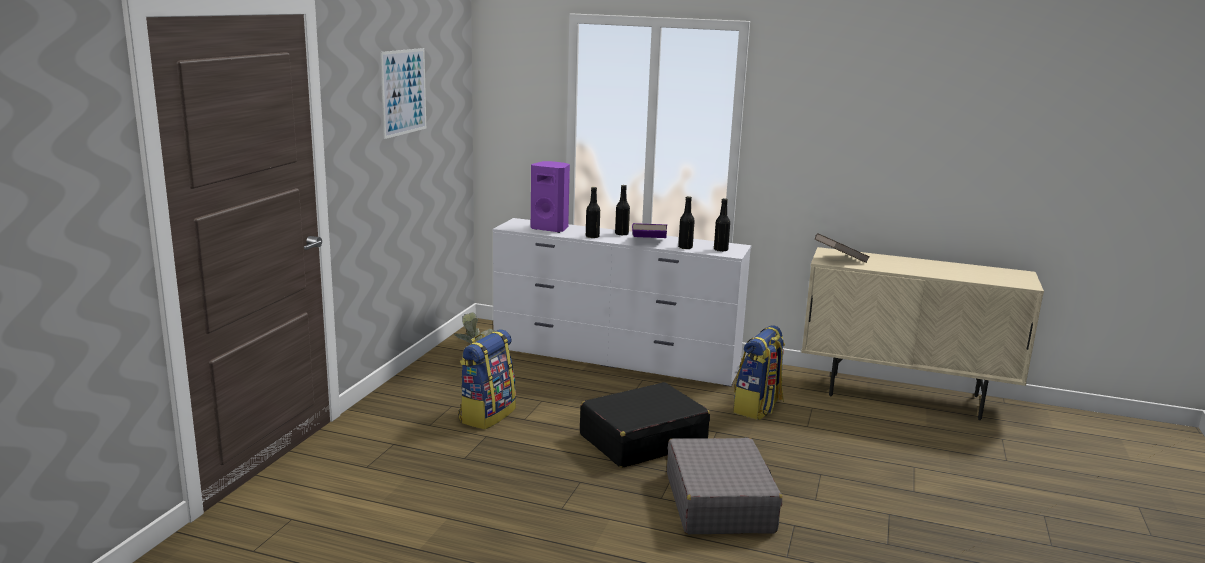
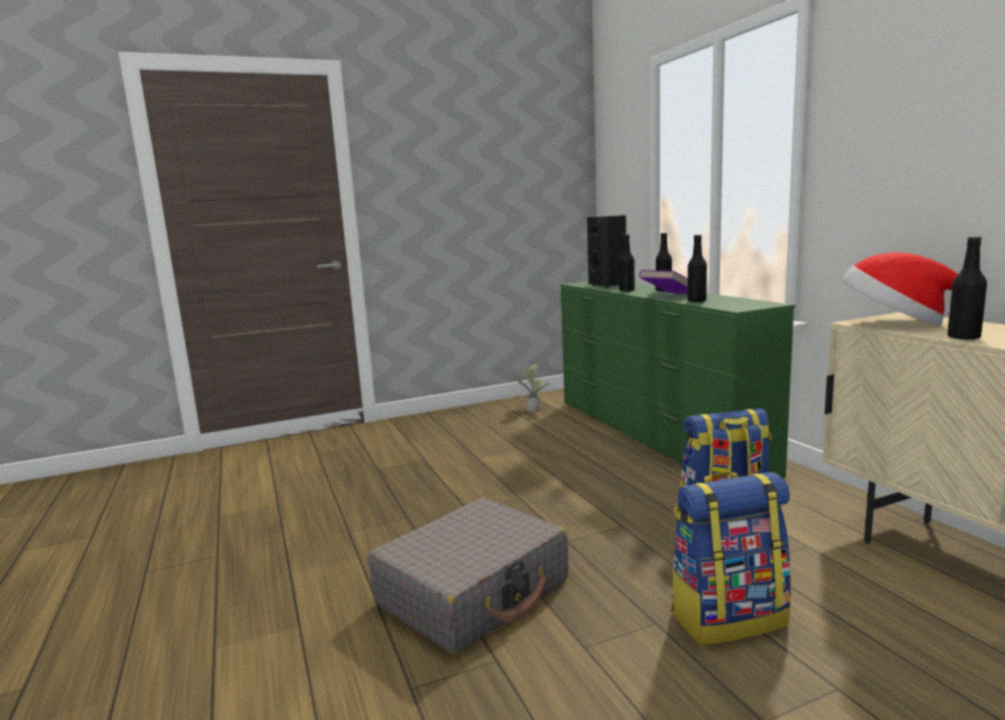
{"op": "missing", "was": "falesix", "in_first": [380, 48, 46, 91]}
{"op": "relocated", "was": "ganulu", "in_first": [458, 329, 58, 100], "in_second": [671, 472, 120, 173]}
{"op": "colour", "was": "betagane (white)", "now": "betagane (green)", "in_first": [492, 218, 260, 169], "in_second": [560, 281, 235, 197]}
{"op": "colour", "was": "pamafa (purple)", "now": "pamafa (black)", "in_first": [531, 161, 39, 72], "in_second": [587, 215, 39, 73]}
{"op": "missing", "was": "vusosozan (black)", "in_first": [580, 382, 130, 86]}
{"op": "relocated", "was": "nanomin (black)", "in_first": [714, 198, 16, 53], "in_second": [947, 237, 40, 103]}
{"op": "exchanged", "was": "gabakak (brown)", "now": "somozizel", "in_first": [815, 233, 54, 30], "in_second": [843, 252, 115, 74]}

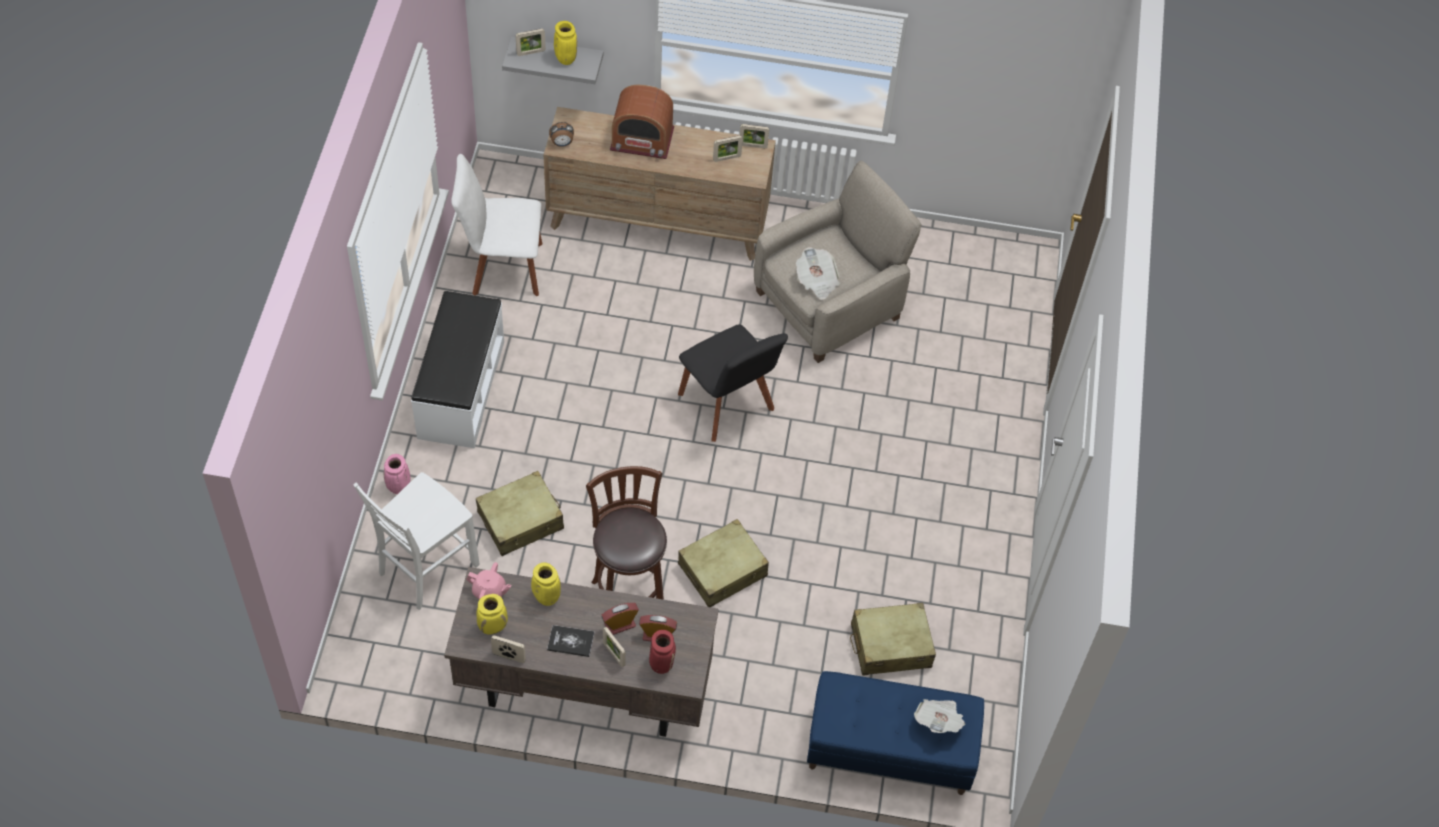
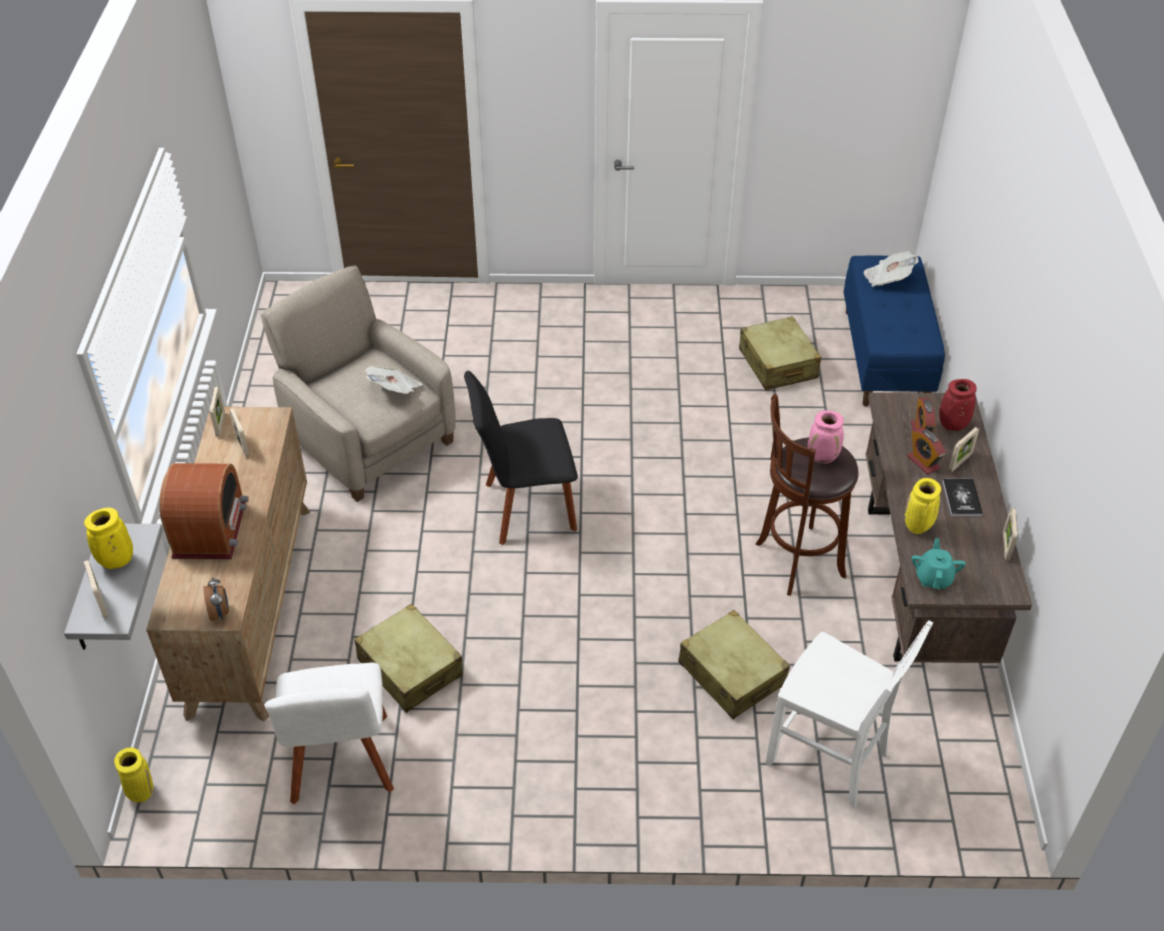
{"op": "relocated", "was": "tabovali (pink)", "in_first": [384, 454, 27, 40], "in_second": [808, 410, 36, 53]}
{"op": "missing", "was": "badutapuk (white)", "in_first": [411, 291, 93, 157]}
{"op": "colour", "was": "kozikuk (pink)", "now": "kozikuk (turquoise)", "in_first": [466, 562, 45, 38], "in_second": [911, 538, 55, 51]}
{"op": "relocated", "was": "tabovali (yellow)", "in_first": [476, 594, 32, 41], "in_second": [114, 747, 39, 55]}
{"op": "spun", "was": "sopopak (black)", "in_first": [678, 325, 110, 117], "in_second": [464, 371, 114, 174], "clockwise": -150}
{"op": "relocated", "was": "vusosozan (beige)", "in_first": [678, 519, 91, 88], "in_second": [354, 604, 109, 109]}

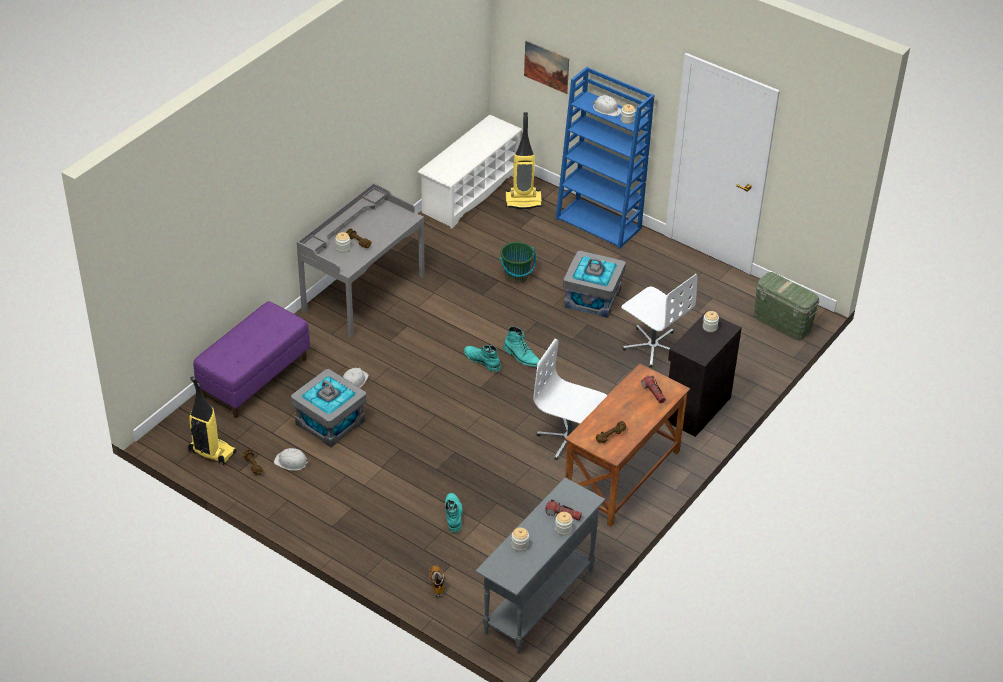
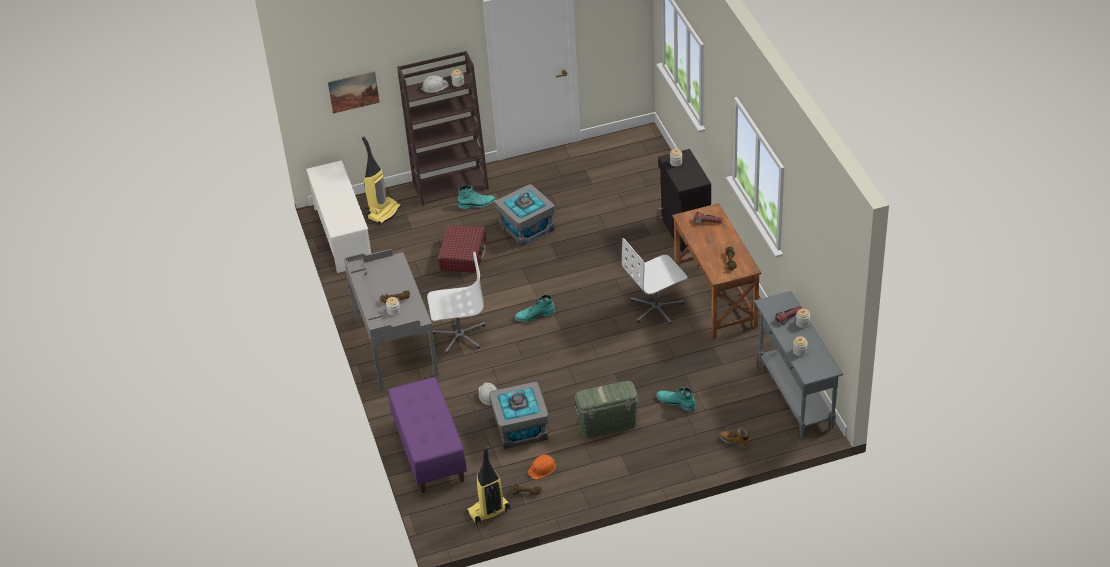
{"op": "colour", "was": "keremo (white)", "now": "keremo (orange)", "in_first": [274, 448, 35, 23], "in_second": [527, 455, 29, 24]}
{"op": "exchanged", "was": "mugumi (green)", "now": "vusosozan (red)", "in_first": [500, 242, 36, 42], "in_second": [438, 225, 48, 48]}
{"op": "relocated", "was": "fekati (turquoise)", "in_first": [504, 327, 36, 40], "in_second": [458, 185, 38, 24]}
{"op": "colour", "was": "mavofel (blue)", "now": "mavofel (brown)", "in_first": [556, 67, 98, 182], "in_second": [397, 51, 92, 155]}
{"op": "relocated", "was": "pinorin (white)", "in_first": [621, 274, 77, 93], "in_second": [427, 252, 58, 102]}
{"op": "relocated", "was": "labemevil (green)", "in_first": [754, 272, 66, 69], "in_second": [574, 381, 65, 57]}

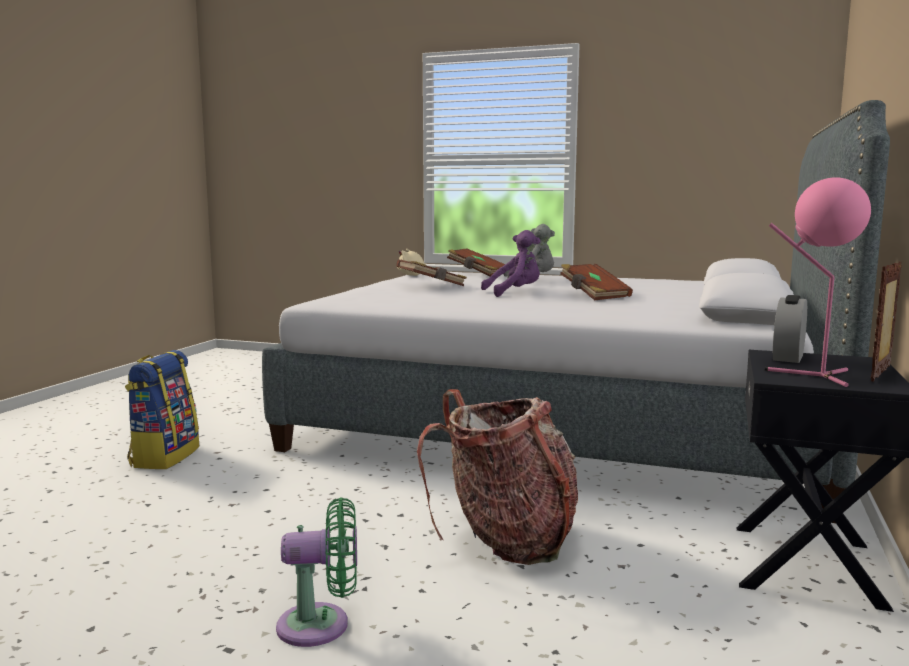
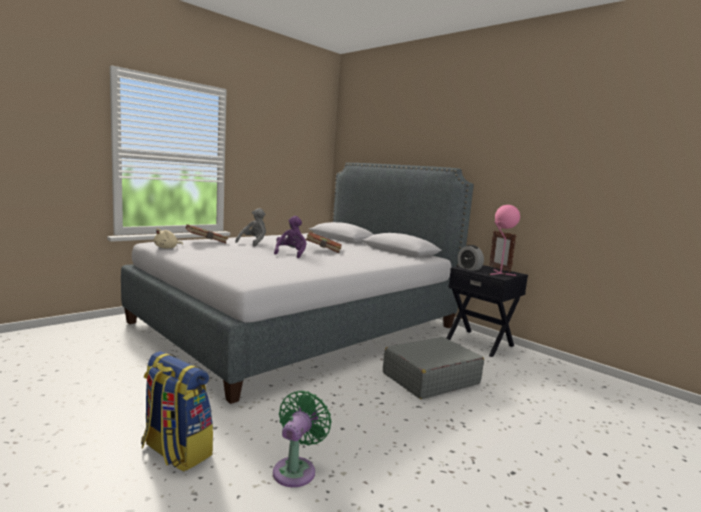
{"op": "relocated", "was": "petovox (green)", "in_first": [276, 498, 81, 149], "in_second": [273, 391, 59, 96]}
{"op": "missing", "was": "gabakak (brown)", "in_first": [396, 259, 71, 27]}
{"op": "exchanged", "was": "ganulu", "now": "vusosozan (grey)", "in_first": [417, 389, 161, 176], "in_second": [383, 337, 101, 62]}

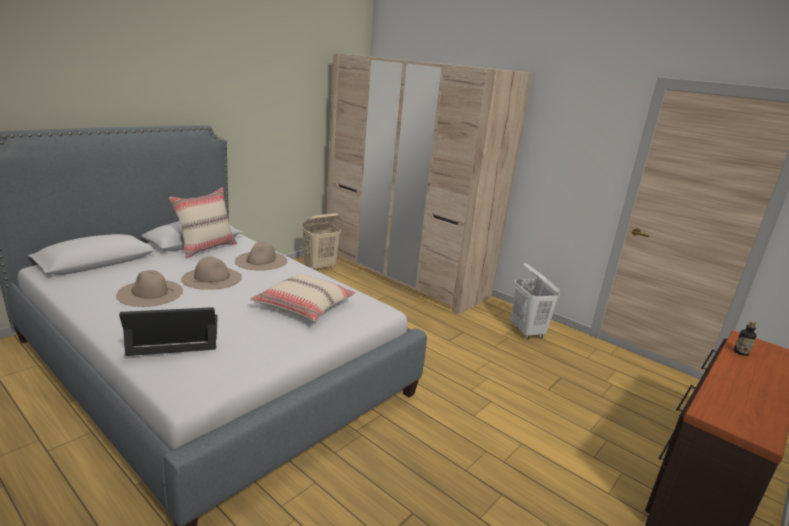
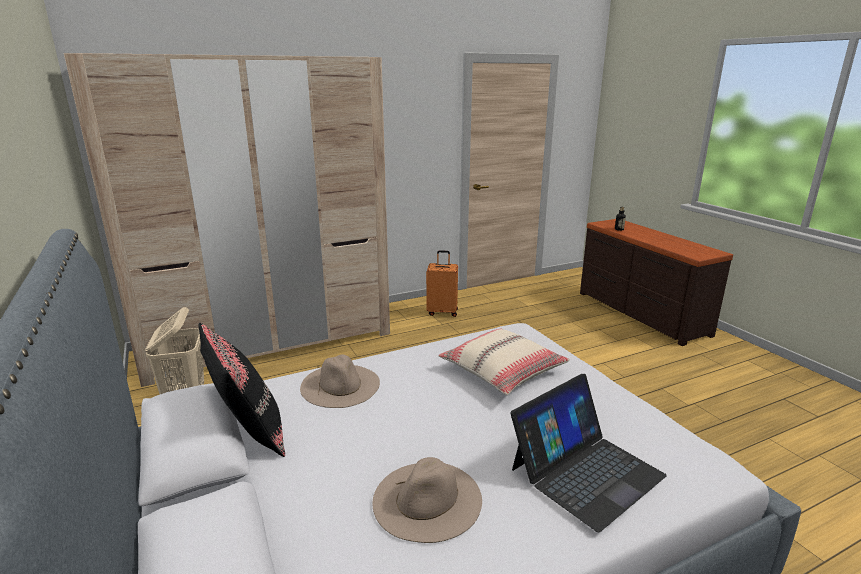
{"op": "spun", "was": "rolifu", "in_first": [119, 307, 99, 49], "in_second": [511, 374, 156, 158], "clockwise": -135}
{"op": "colour", "was": "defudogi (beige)", "now": "defudogi (black)", "in_first": [169, 187, 68, 72], "in_second": [198, 323, 87, 134]}
{"op": "missing", "was": "somozizel (beige)", "in_first": [181, 256, 61, 34]}
{"op": "exchanged", "was": "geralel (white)", "now": "vusosozan (orange)", "in_first": [511, 263, 49, 77], "in_second": [426, 250, 32, 67]}

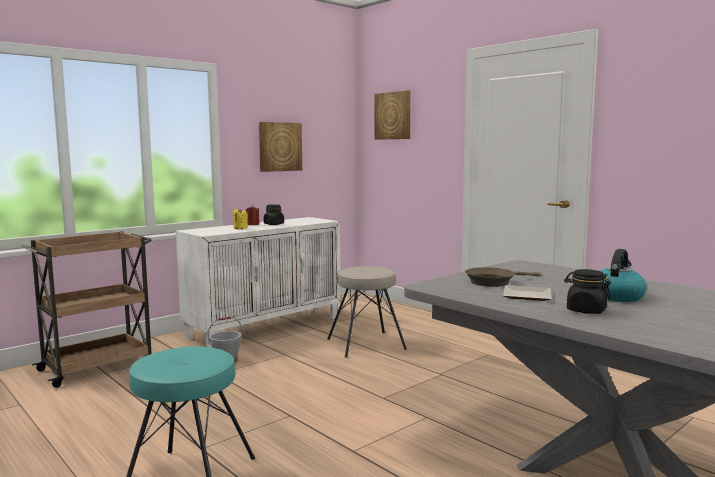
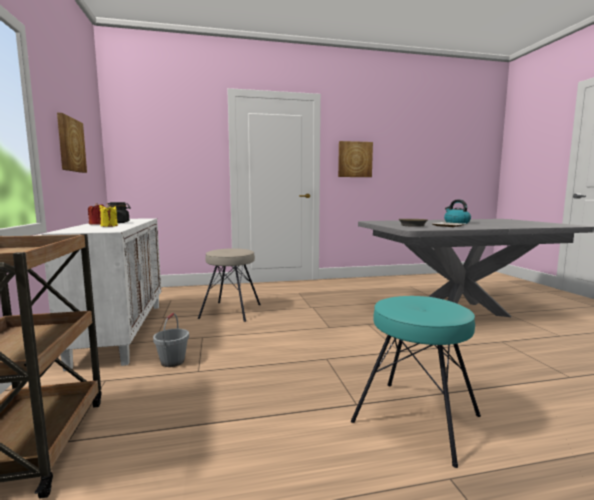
{"op": "relocated", "was": "falesix", "in_first": [374, 90, 36, 50], "in_second": [338, 141, 35, 36]}
{"op": "missing", "was": "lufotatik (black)", "in_first": [564, 269, 47, 45]}

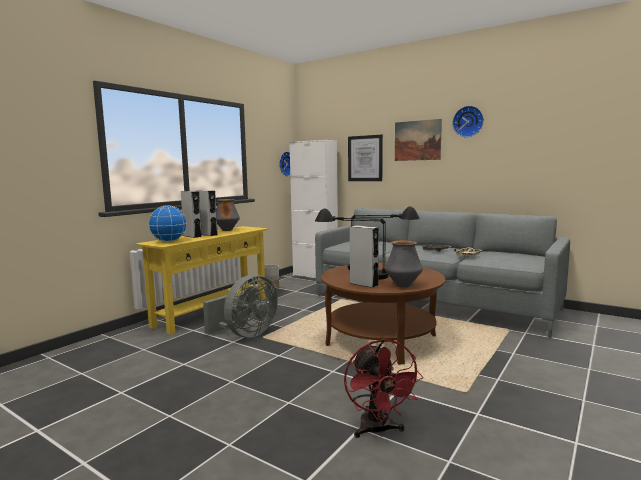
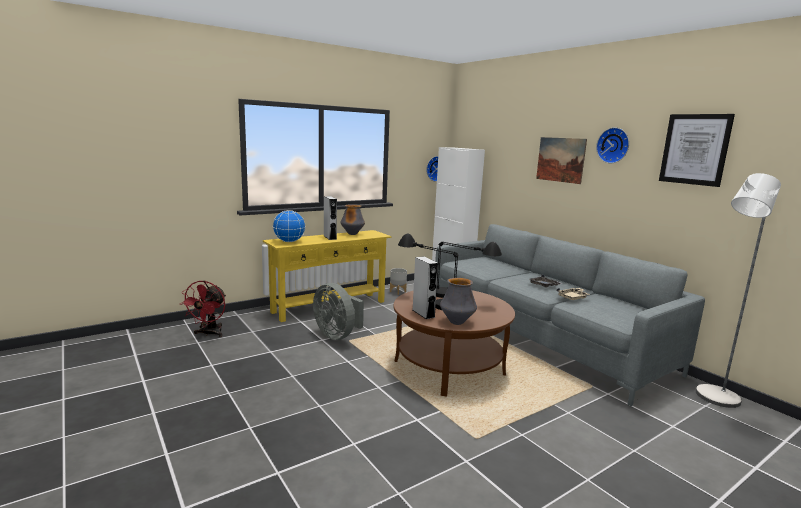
{"op": "missing", "was": "pamafa (grey)", "in_first": [181, 191, 21, 47]}
{"op": "spun", "was": "petovox (grey)", "in_first": [203, 274, 75, 64], "in_second": [313, 283, 51, 57], "clockwise": 75}
{"op": "relocated", "was": "petovox (red)", "in_first": [344, 339, 79, 99], "in_second": [180, 281, 46, 56]}
{"op": "relocated", "was": "falesix", "in_first": [348, 135, 35, 46], "in_second": [659, 114, 76, 73]}
{"op": "appeared", "now": "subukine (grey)", "in_second": [696, 173, 85, 235]}

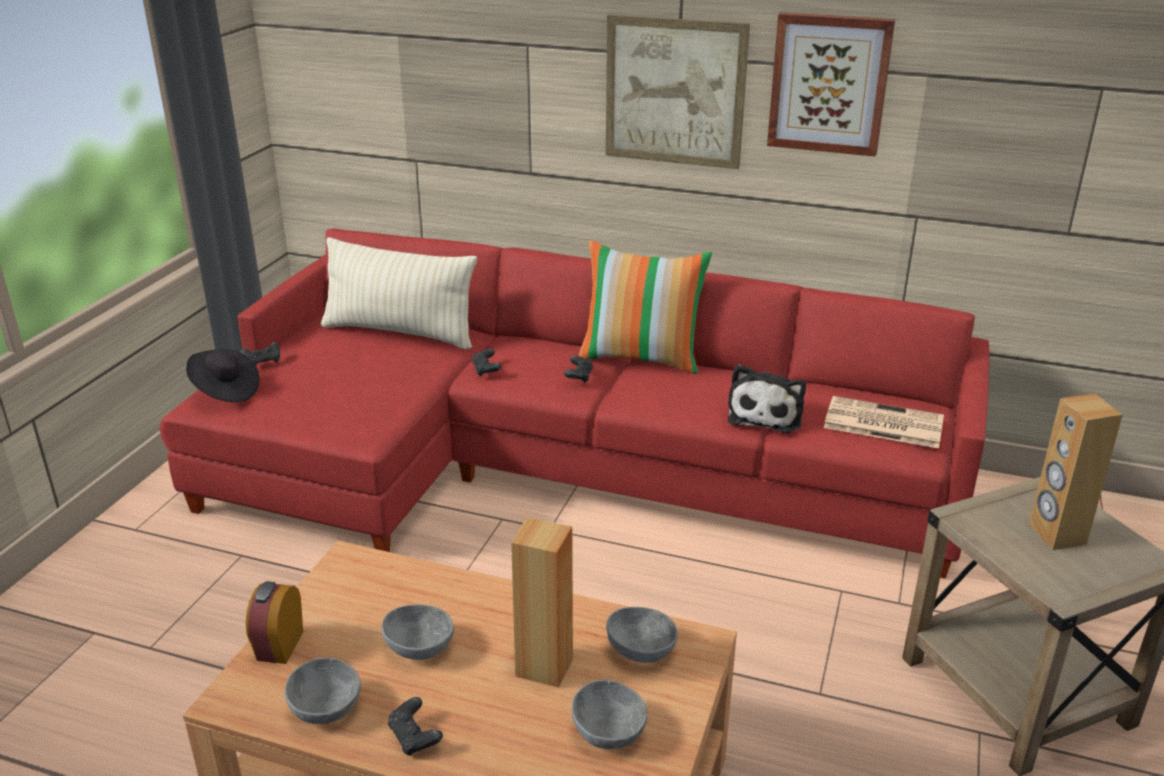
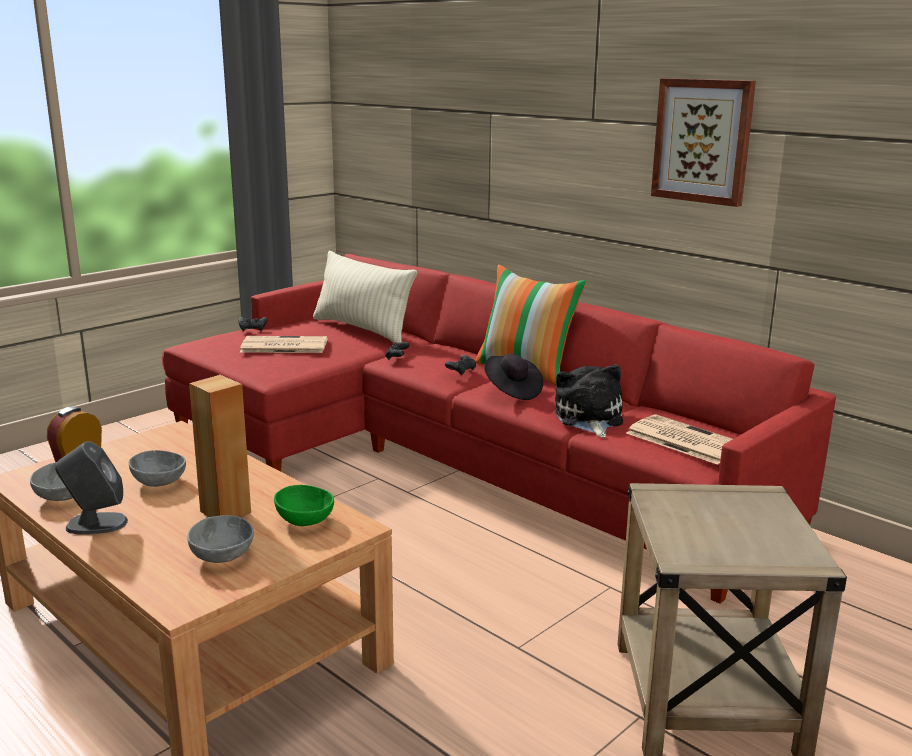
{"op": "relocated", "was": "somozizel (black)", "in_first": [186, 349, 74, 53], "in_second": [484, 354, 59, 46]}
{"op": "exchanged", "was": "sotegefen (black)", "now": "pamafa (grey)", "in_first": [388, 697, 55, 59], "in_second": [55, 441, 73, 93]}
{"op": "missing", "was": "falesix", "in_first": [606, 14, 144, 155]}
{"op": "colour", "was": "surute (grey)", "now": "surute (green)", "in_first": [606, 607, 72, 56], "in_second": [274, 485, 60, 41]}
{"op": "spun", "was": "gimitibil", "in_first": [728, 364, 78, 69], "in_second": [555, 365, 68, 72], "clockwise": 135}
{"op": "missing", "was": "pamafa (brown)", "in_first": [1028, 394, 95, 156]}
{"op": "appeared", "now": "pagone", "in_second": [240, 336, 87, 17]}

